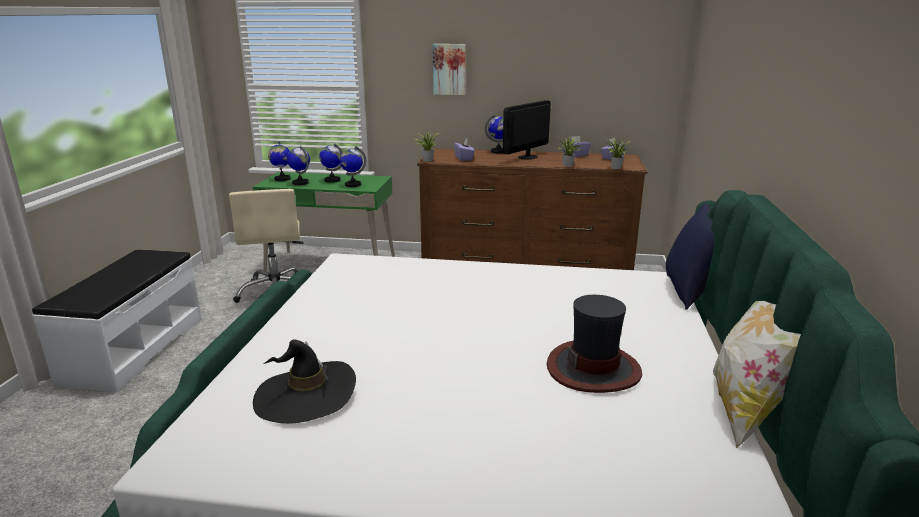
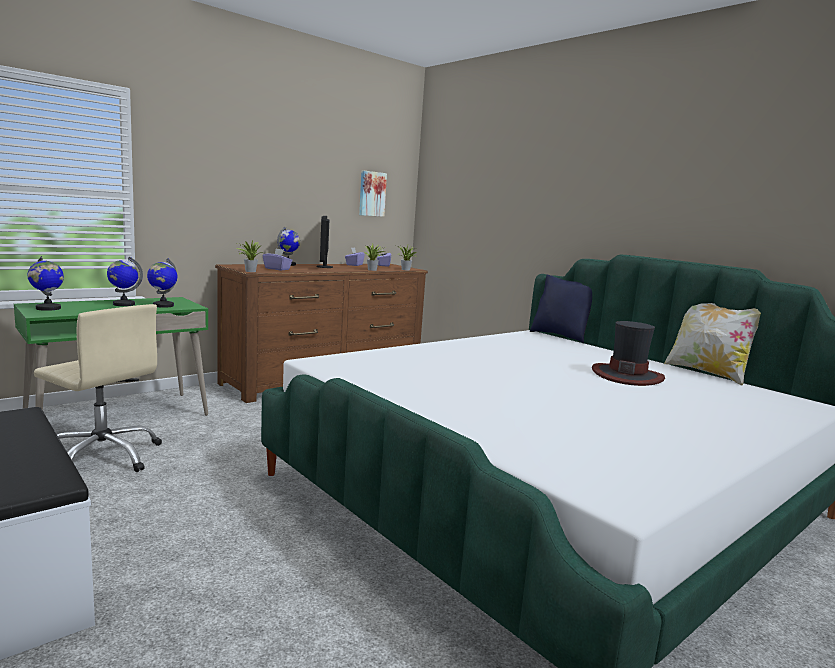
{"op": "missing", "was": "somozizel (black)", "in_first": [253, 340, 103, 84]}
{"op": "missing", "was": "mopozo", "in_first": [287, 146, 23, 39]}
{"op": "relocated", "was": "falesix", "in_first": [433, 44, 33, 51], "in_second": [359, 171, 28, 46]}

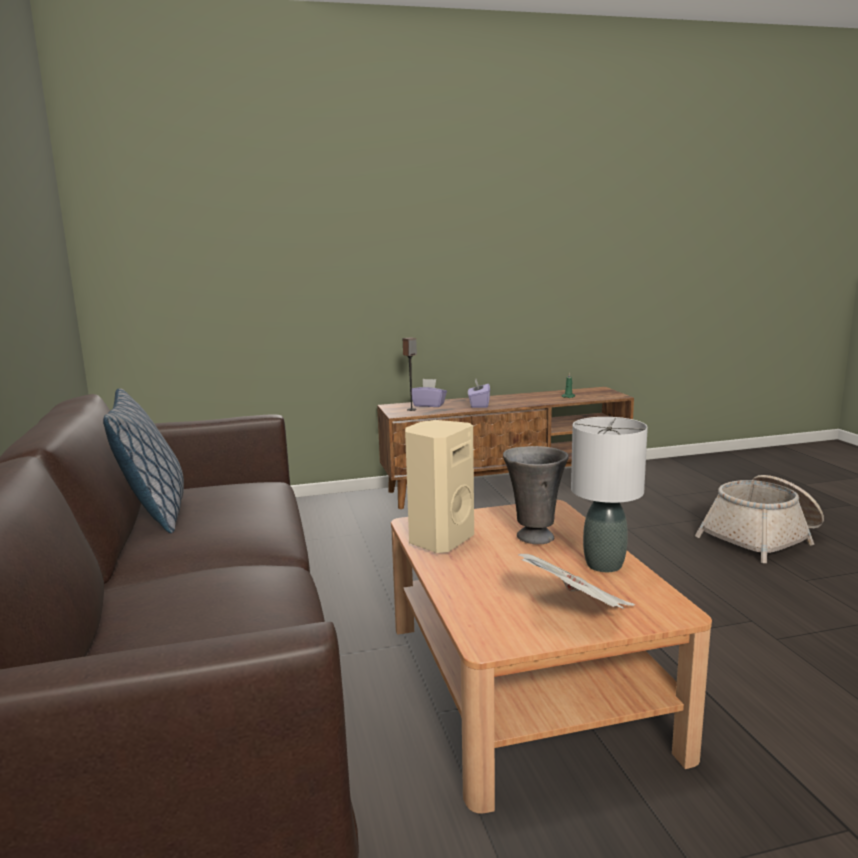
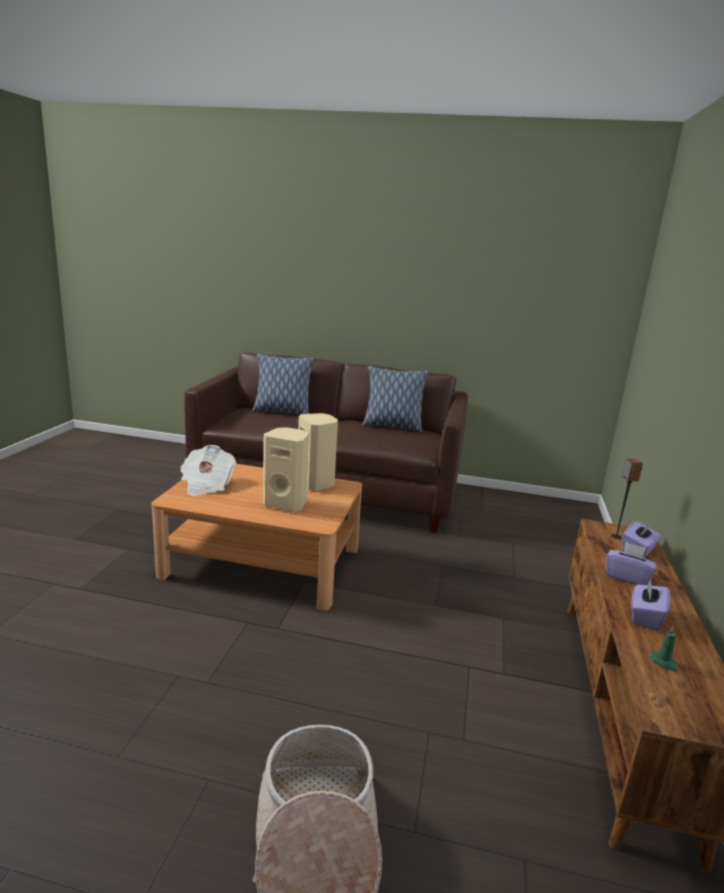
{"op": "exchanged", "was": "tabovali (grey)", "now": "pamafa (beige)", "in_first": [503, 446, 66, 98], "in_second": [263, 427, 46, 85]}
{"op": "missing", "was": "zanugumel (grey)", "in_first": [571, 417, 77, 155]}
{"op": "appeared", "now": "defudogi", "in_second": [252, 353, 62, 62]}
{"op": "appeared", "now": "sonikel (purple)", "in_second": [631, 579, 39, 52]}

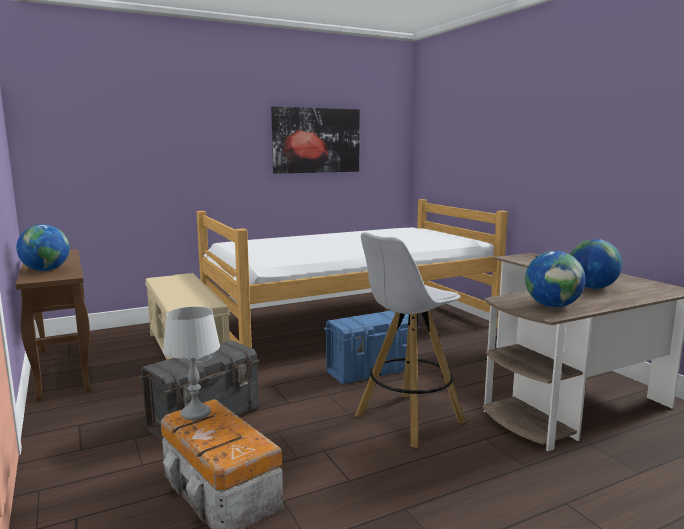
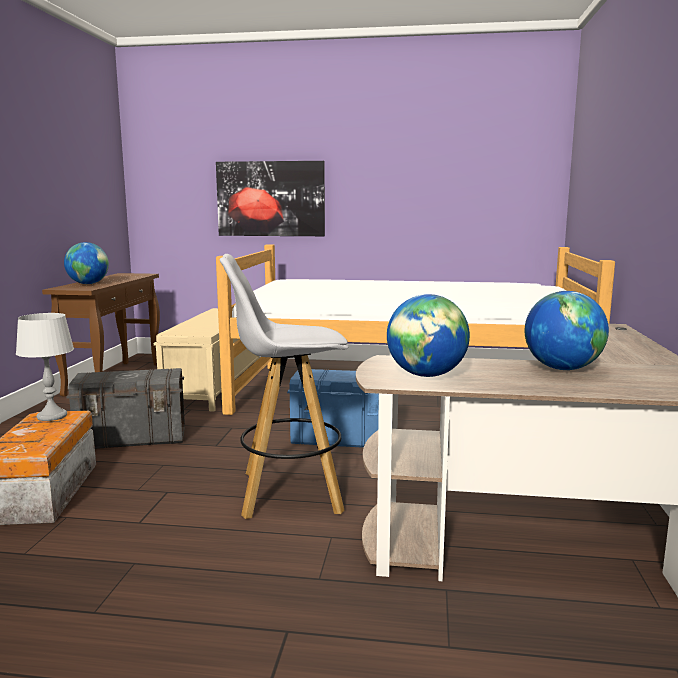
{"op": "relocated", "was": "falesix", "in_first": [271, 106, 89, 68], "in_second": [216, 161, 109, 75]}

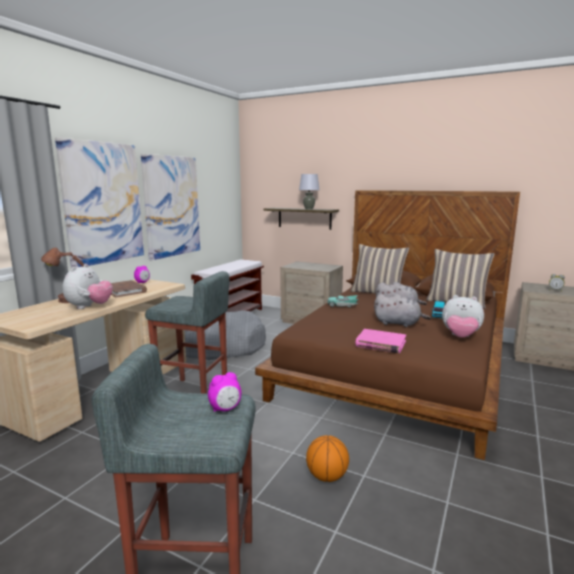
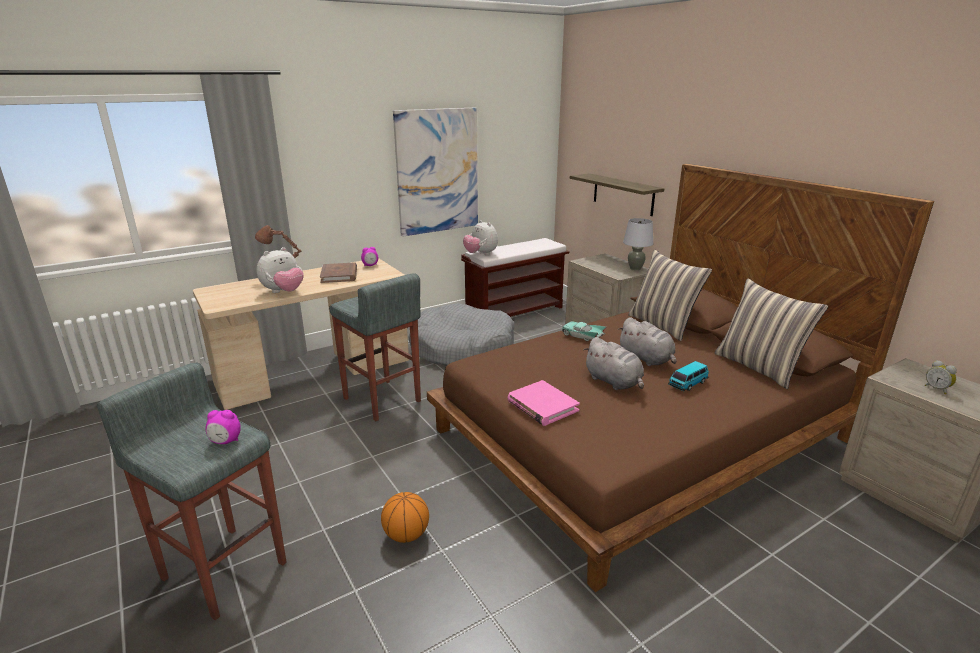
{"op": "missing", "was": "falesix", "in_first": [55, 137, 89, 131]}
{"op": "relocated", "was": "zanugumel (grey)", "in_first": [299, 174, 21, 35], "in_second": [623, 218, 30, 52]}
{"op": "relocated", "was": "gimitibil", "in_first": [442, 295, 42, 43], "in_second": [463, 220, 35, 35]}

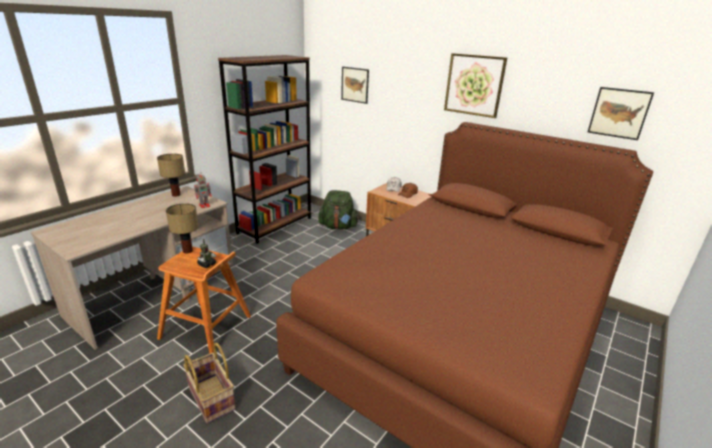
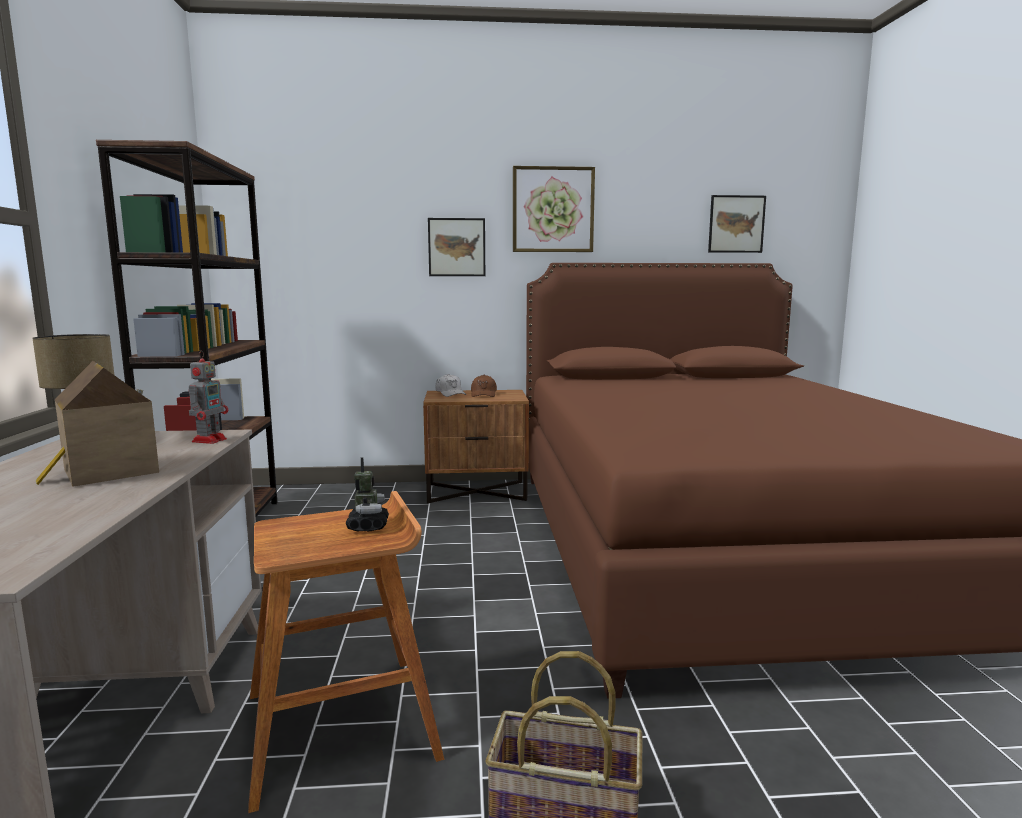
{"op": "missing", "was": "zanugumel", "in_first": [166, 203, 33, 51]}
{"op": "missing", "was": "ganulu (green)", "in_first": [319, 190, 40, 39]}
{"op": "relocated", "was": "falesix", "in_first": [341, 67, 28, 37], "in_second": [428, 218, 57, 58]}
{"op": "appeared", "now": "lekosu", "in_second": [36, 361, 123, 126]}

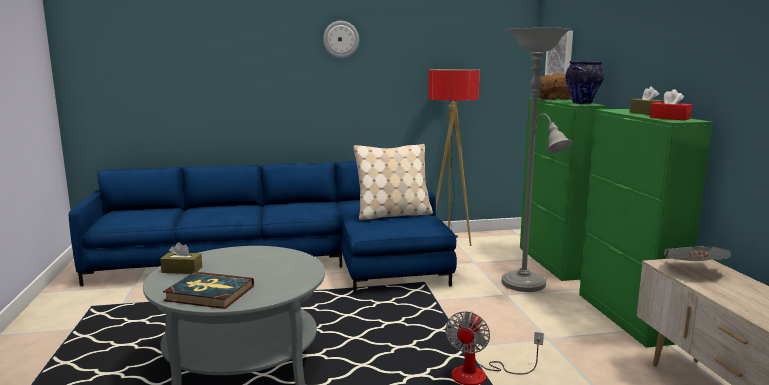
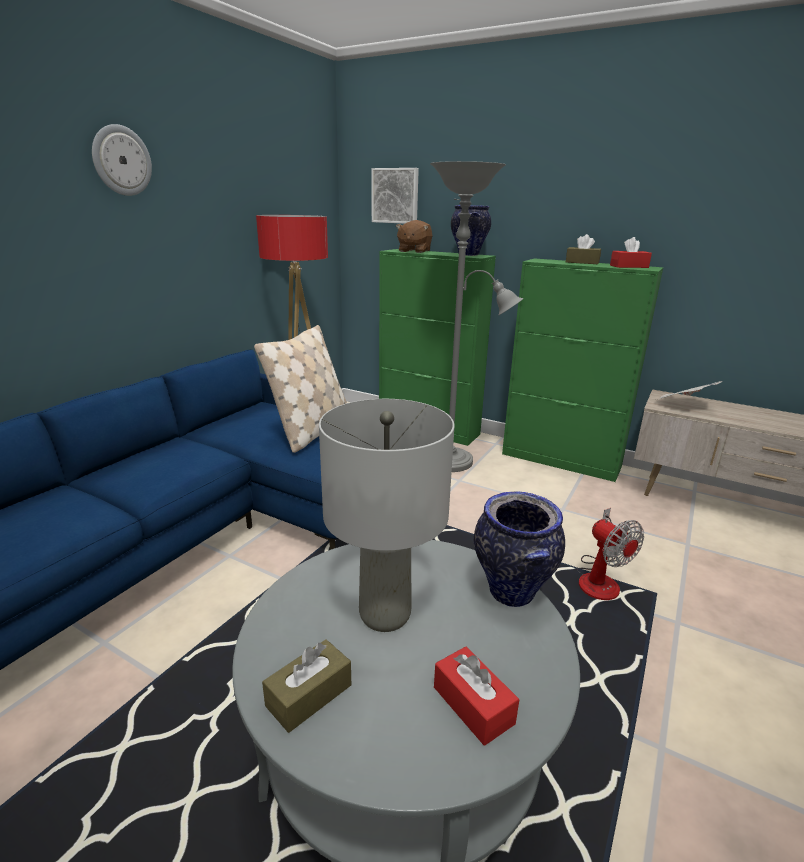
{"op": "exchanged", "was": "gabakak", "now": "sonikel (red)", "in_first": [163, 272, 91, 37], "in_second": [434, 647, 85, 99]}
{"op": "appeared", "now": "zanugumel (grey)", "in_second": [319, 399, 136, 233]}
{"op": "appeared", "now": "tabovali", "in_second": [474, 491, 91, 116]}

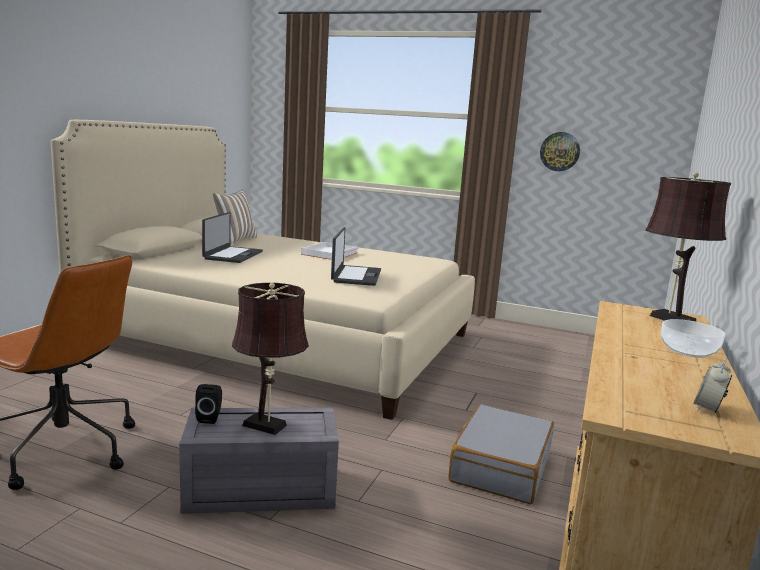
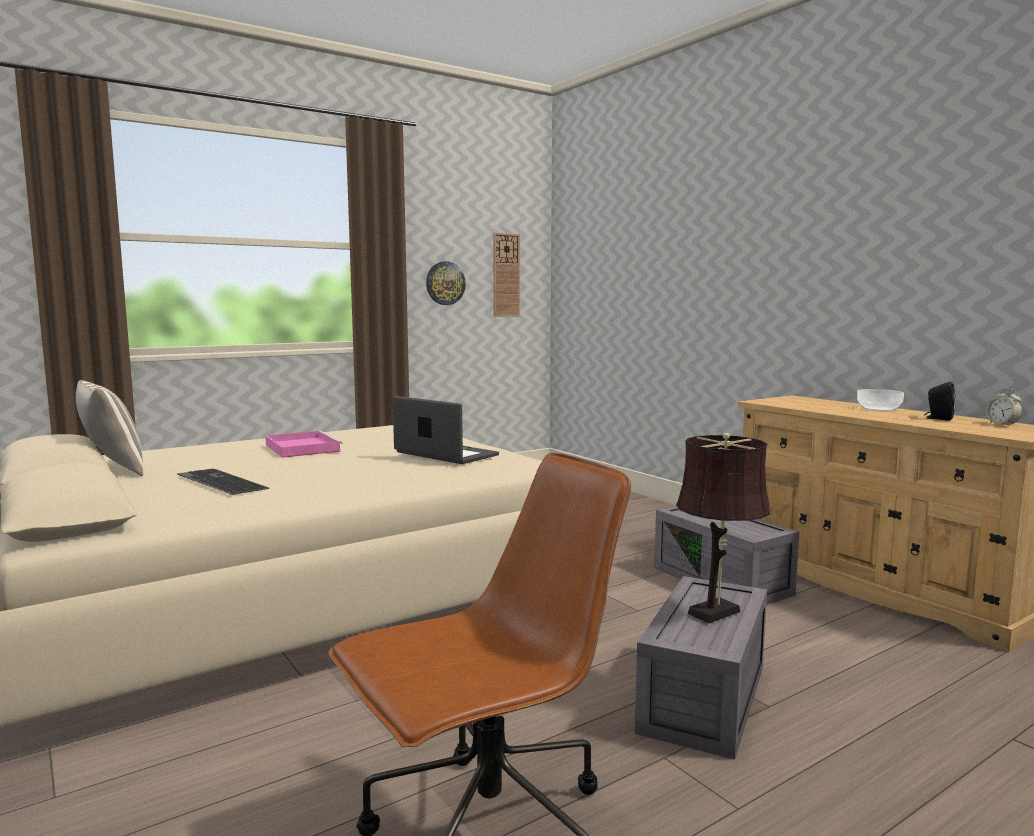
{"op": "relocated", "was": "pamafa (black)", "in_first": [195, 384, 27, 40], "in_second": [924, 382, 32, 39]}
{"op": "exchanged", "was": "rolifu", "now": "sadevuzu", "in_first": [202, 212, 61, 51], "in_second": [177, 469, 93, 26]}
{"op": "colour", "was": "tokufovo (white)", "now": "tokufovo (pink)", "in_first": [301, 242, 58, 18], "in_second": [265, 431, 78, 27]}
{"op": "exchanged", "was": "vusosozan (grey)", "now": "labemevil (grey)", "in_first": [449, 404, 105, 100], "in_second": [654, 506, 146, 99]}
{"op": "missing", "was": "zanugumel (brown)", "in_first": [645, 172, 86, 150]}
{"op": "appeared", "now": "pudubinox", "in_second": [493, 233, 27, 84]}

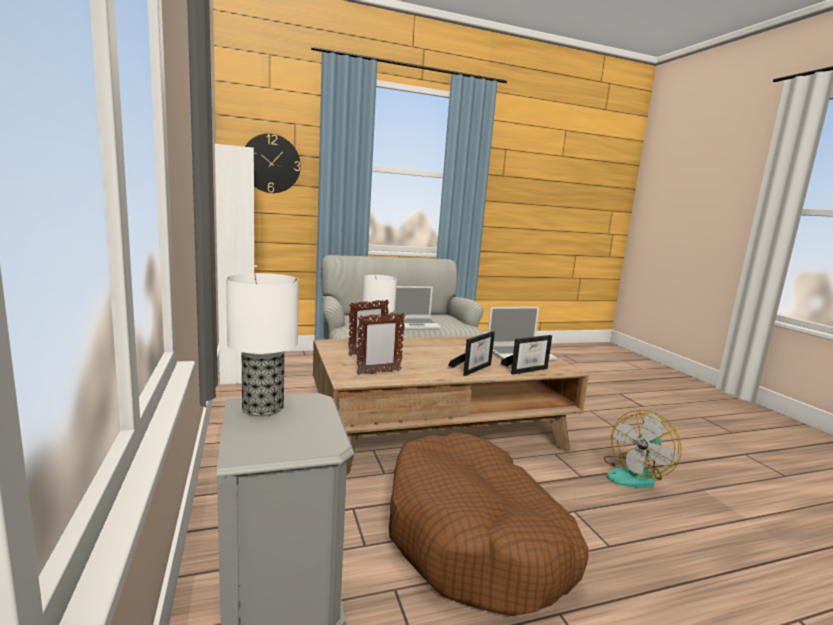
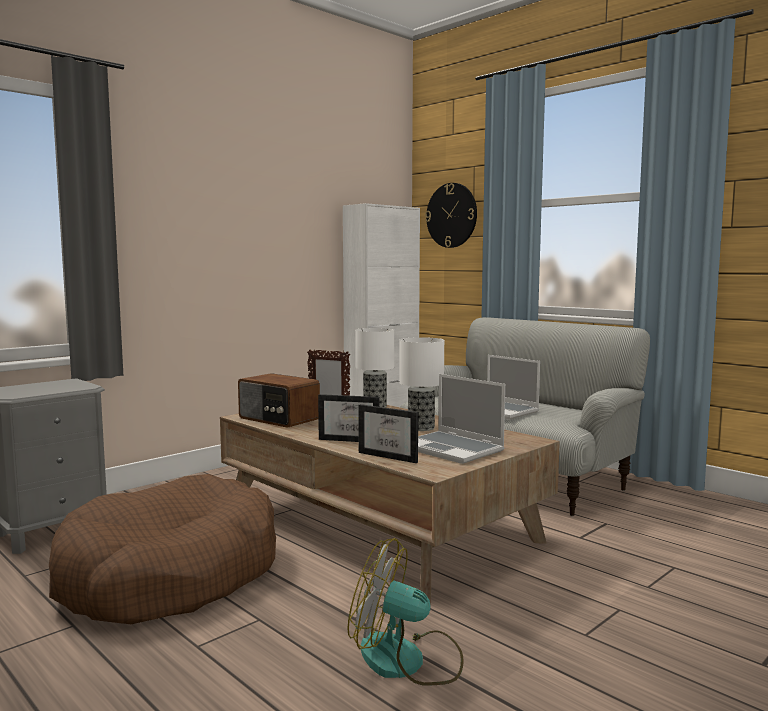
{"op": "relocated", "was": "zanugumel", "in_first": [226, 273, 73, 143], "in_second": [399, 337, 45, 94]}
{"op": "exchanged", "was": "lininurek", "now": "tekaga", "in_first": [357, 313, 48, 62], "in_second": [238, 373, 82, 55]}

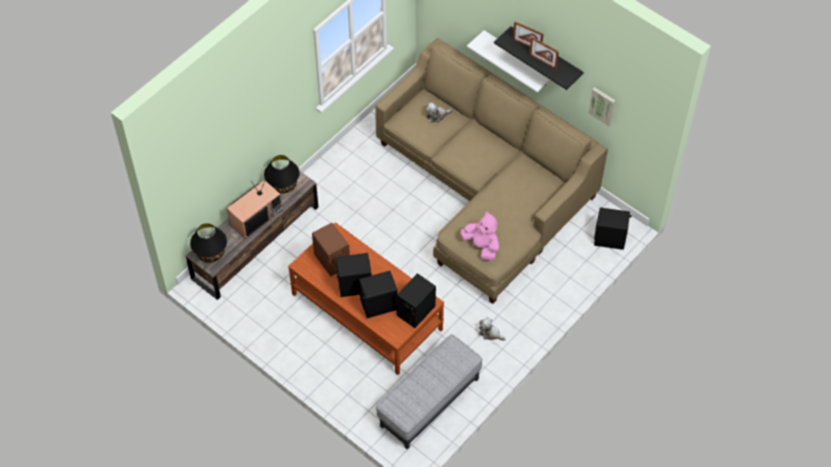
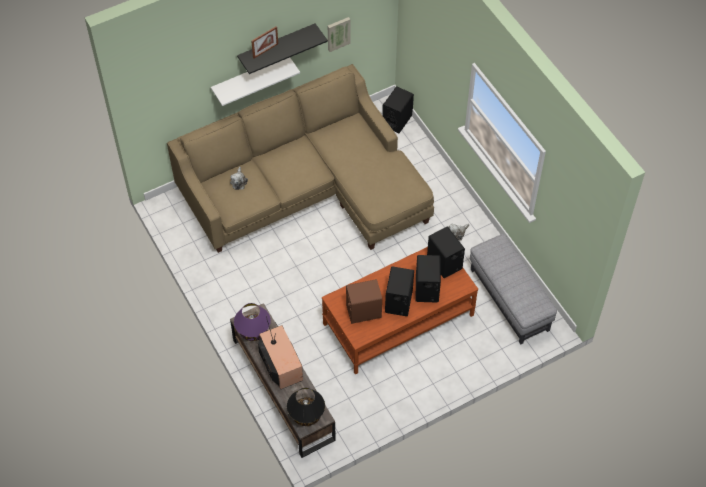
{"op": "colour", "was": "zanugumel (black)", "now": "zanugumel (purple)", "in_first": [264, 155, 36, 39], "in_second": [234, 303, 37, 38]}
{"op": "missing", "was": "gimitibil (pink)", "in_first": [461, 211, 38, 50]}
{"op": "missing", "was": "lininurek", "in_first": [529, 37, 30, 32]}

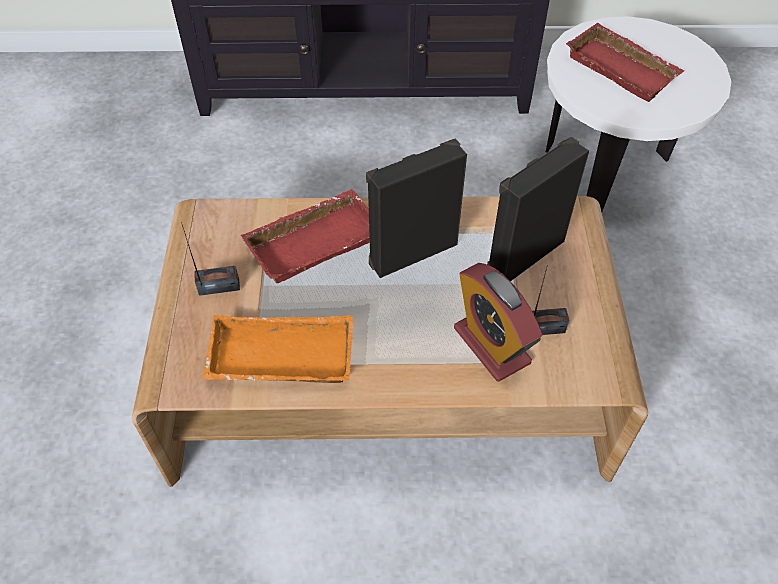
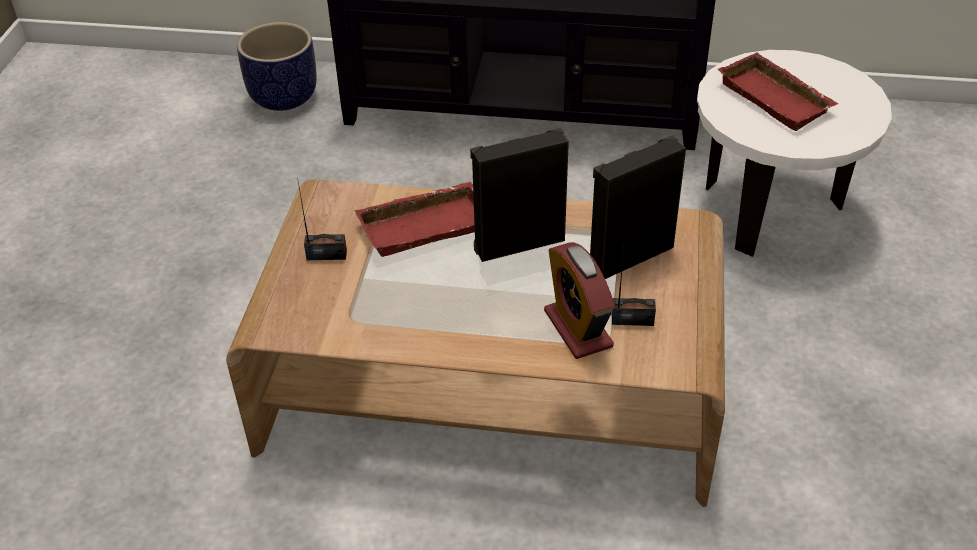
{"op": "missing", "was": "tokufovo (orange)", "in_first": [202, 315, 151, 68]}
{"op": "appeared", "now": "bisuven", "in_second": [237, 22, 80, 89]}

